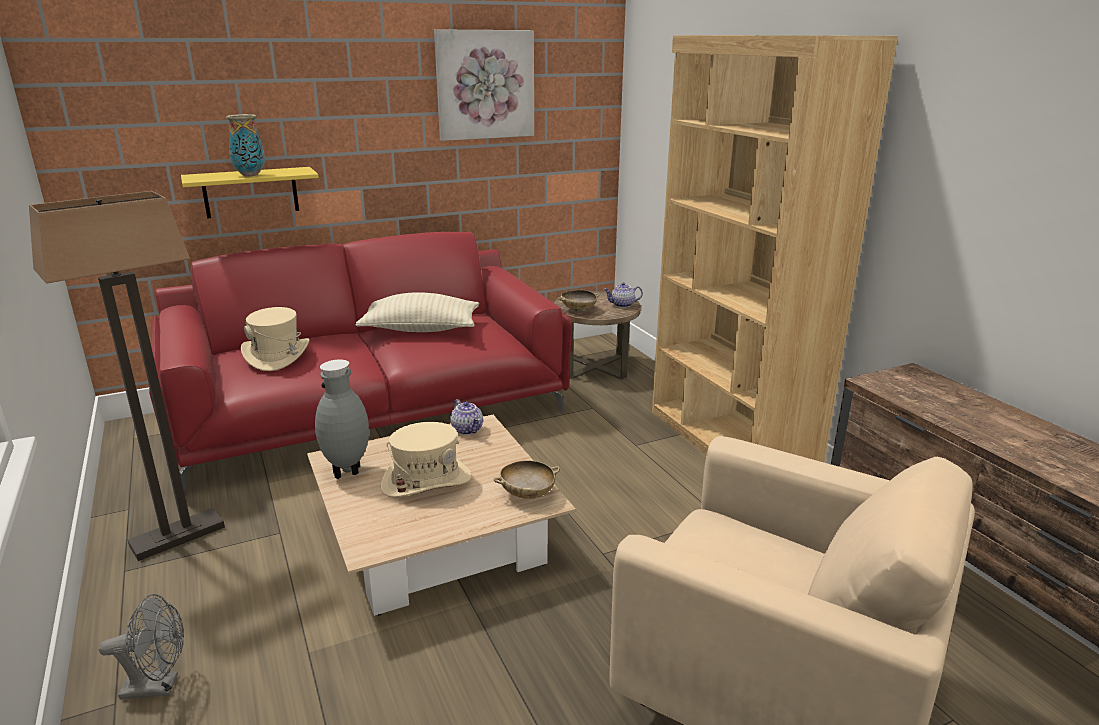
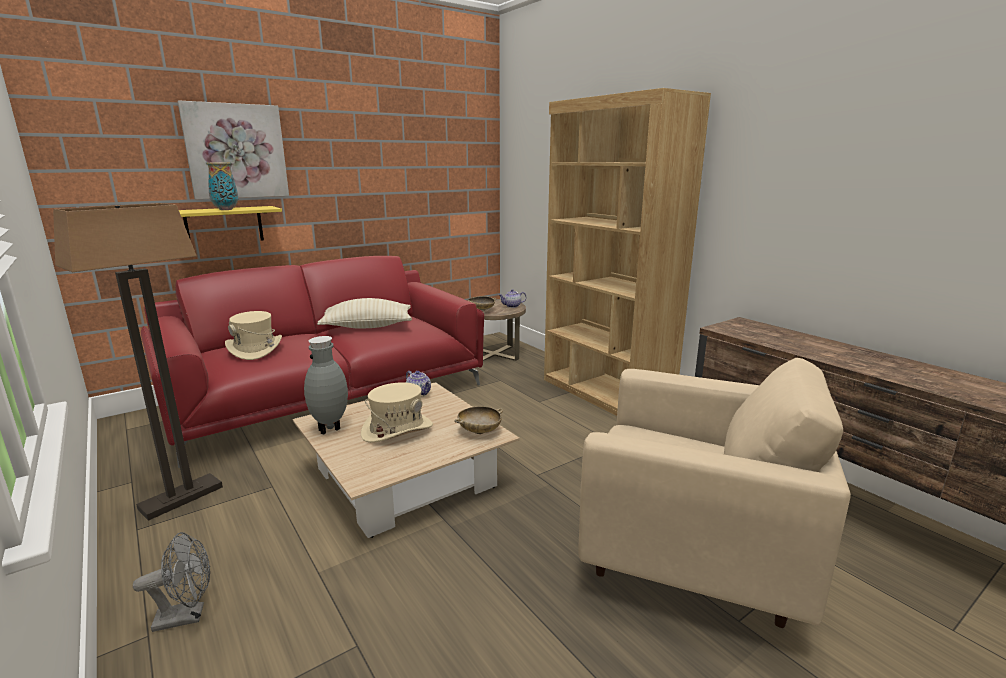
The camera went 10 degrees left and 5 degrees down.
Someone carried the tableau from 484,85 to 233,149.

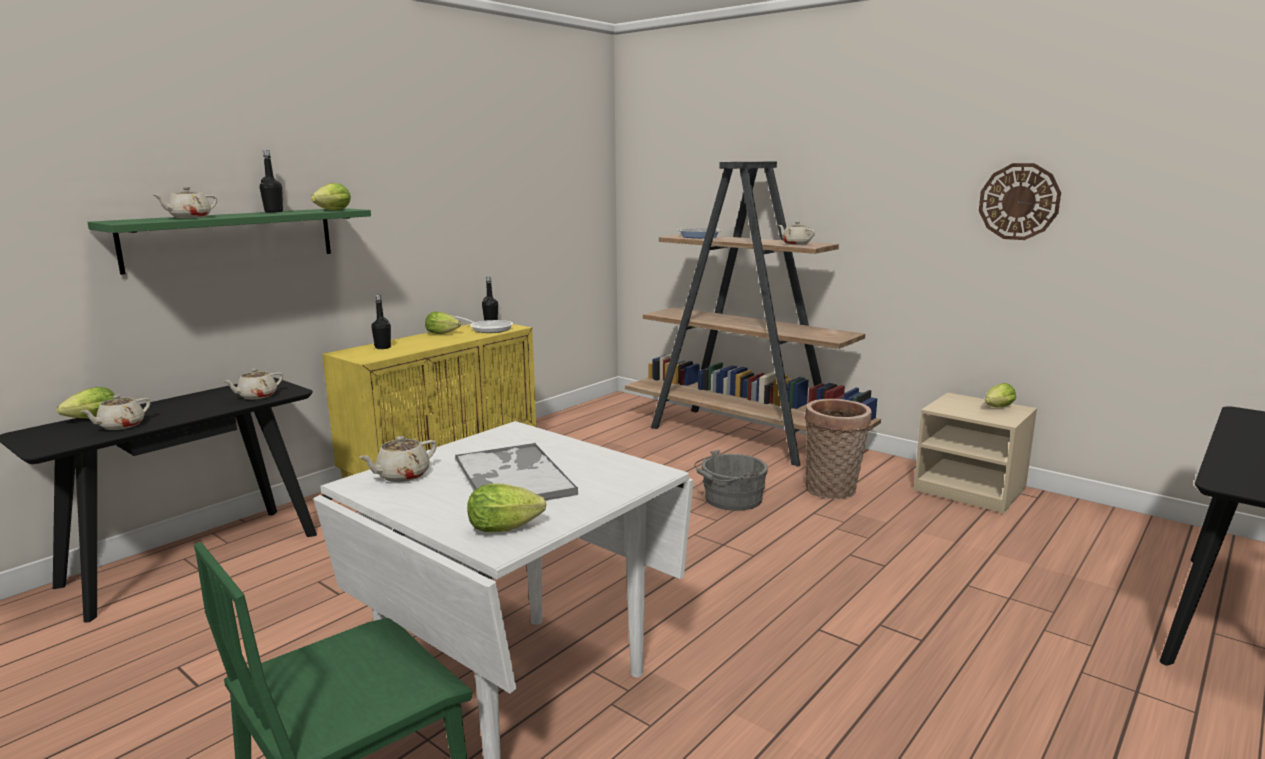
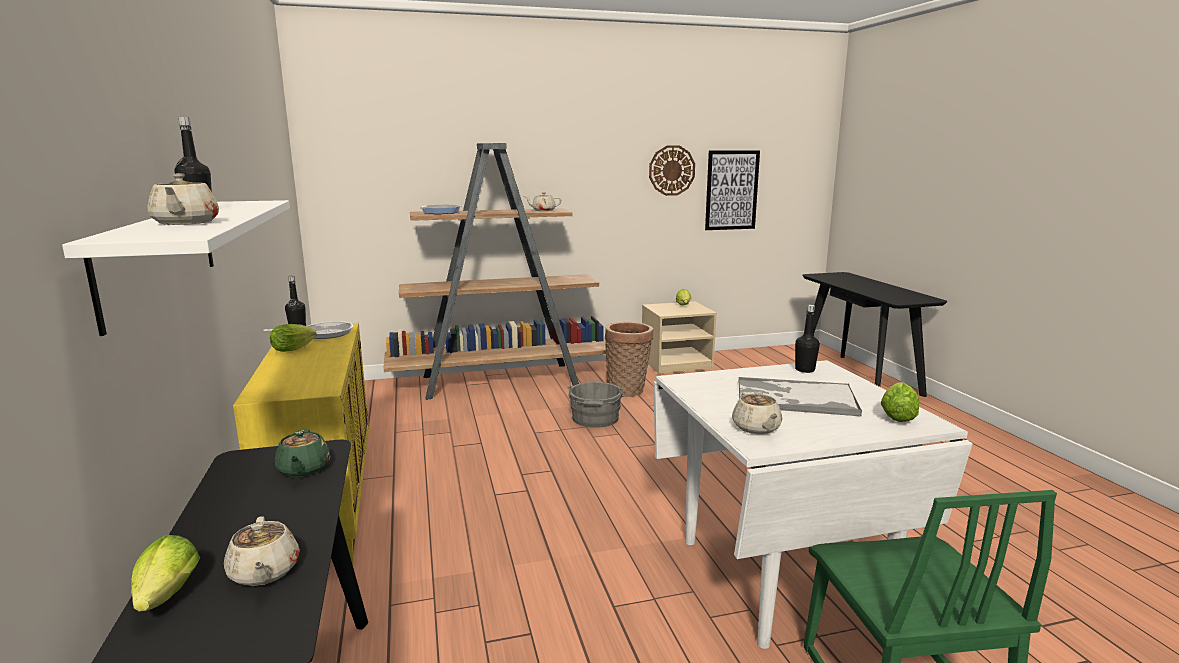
The camera went 55 degrees left and 0 degrees up.
Someone repainted the étagère [vert] at 229,241, which became the étagère [blanc] at 176,268.
Someone repainted the théière [beige] at 253,383, which became the théière [vert] at 302,453.
Someone took away the laitue at 331,196.
Someone carried the bouteille [noir] from 381,322 to 807,338.
Someone put up the tableau at 732,190.

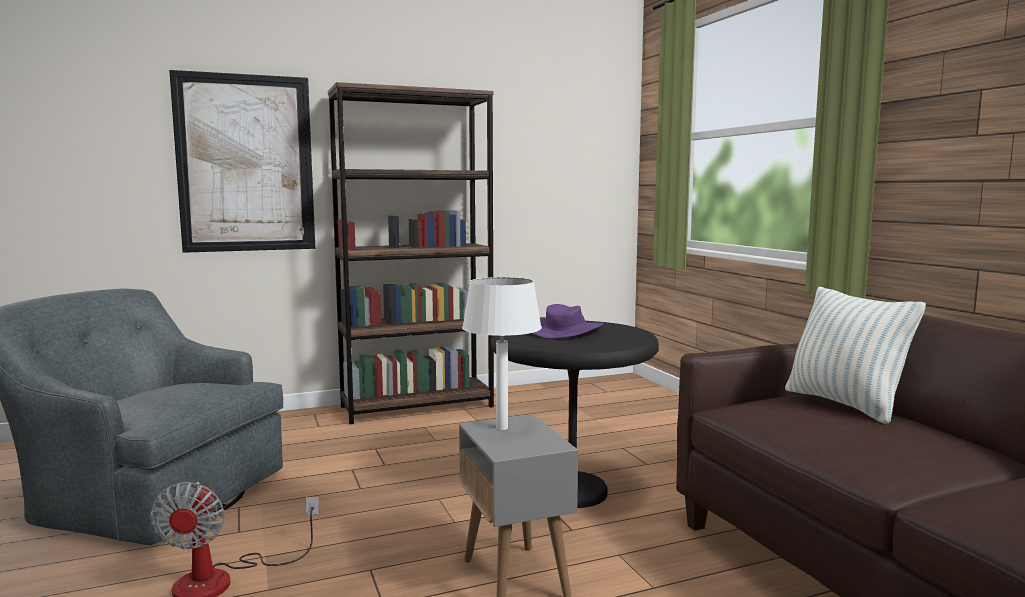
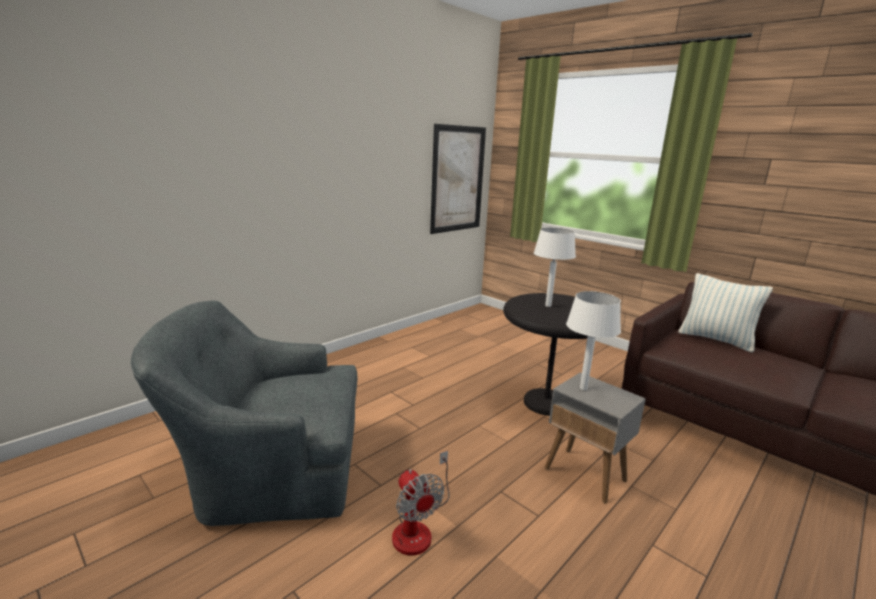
The camera went 25 degrees left and 10 degrees up.
Someone carried the tableau from 242,161 to 458,179.
Someone took away the bibliothèque [marron] at 411,253.
Someone swapped the chapeau [violet] at 568,321 for the lampe de table [blanc] at 555,267.

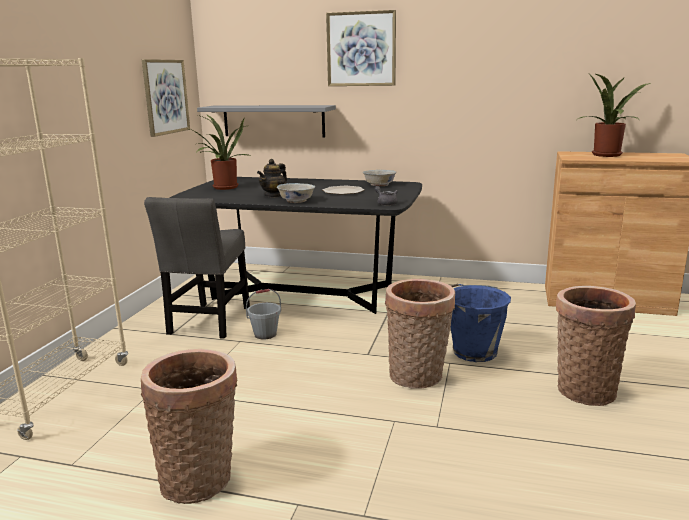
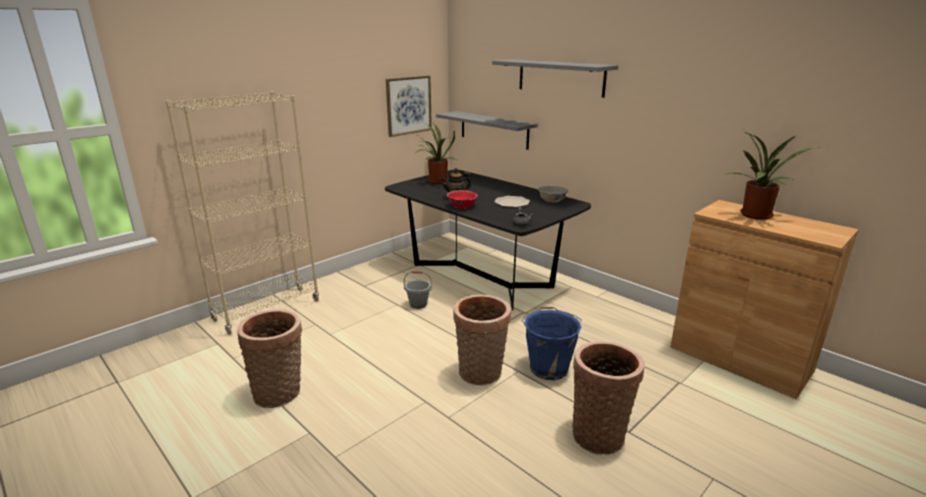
The camera went 30 degrees right and 5 degrees up.
Someone took away the chaise [gris] at 197,268.
Someone repainted the bol [blanc] at 296,193, which became the bol [rouge] at 462,199.
Someone swapped the tableau at 361,48 for the étagère [gris] at 555,78.

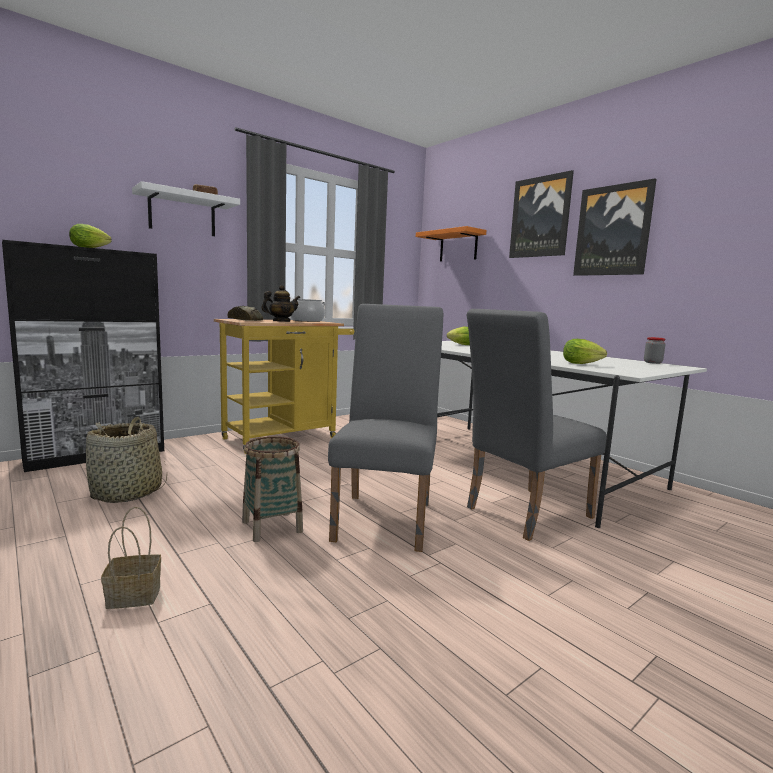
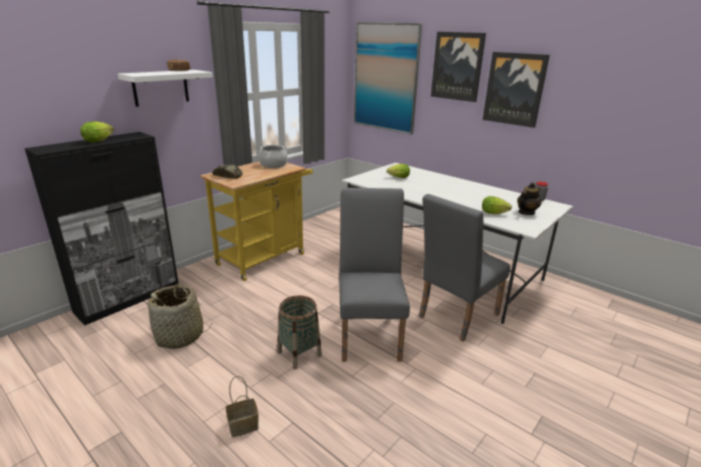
The camera went 10 degrees left and 15 degrees up.
Someone carried the théière from 280,303 to 529,198.
Someone swapped the étagère [orange] at 451,243 for the tableau at 388,78.

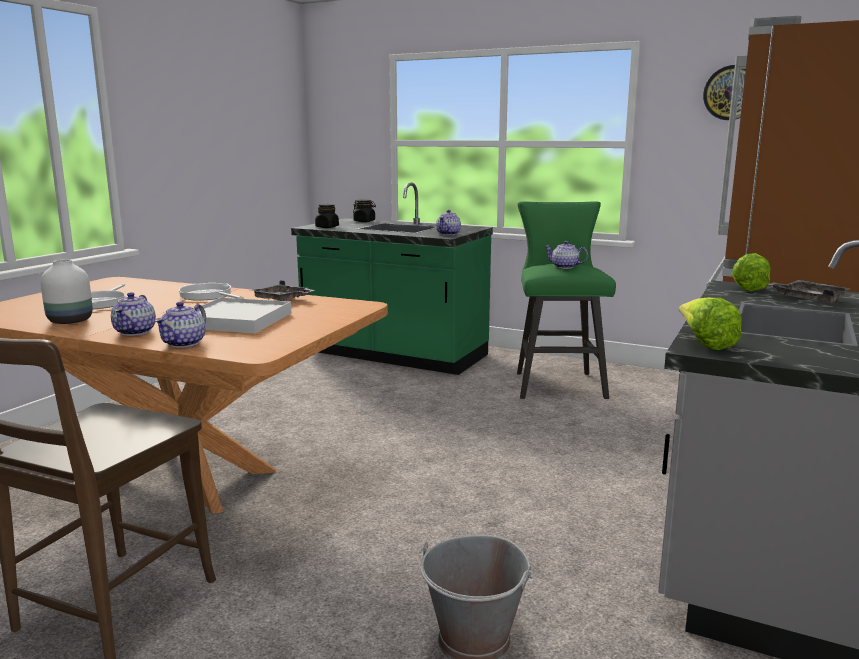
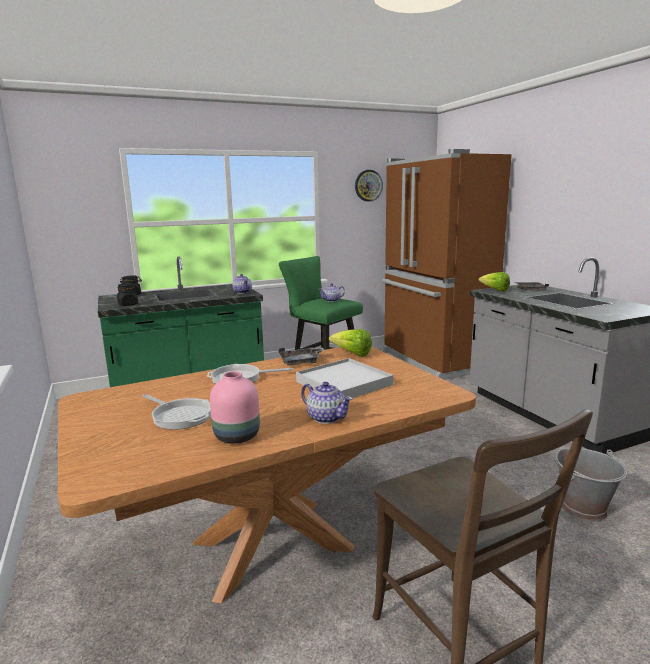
The camera went 50 degrees left and 0 degrees up.
Someone repainted the vase [blanc] at 67,291, which became the vase [rose] at 235,407.
Someone took away the théière at 180,325.
Someone carried the laitue from 710,323 to 350,343.

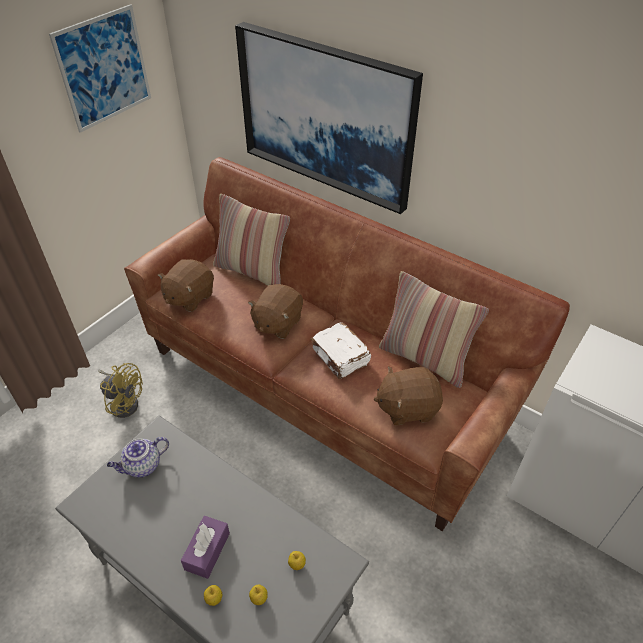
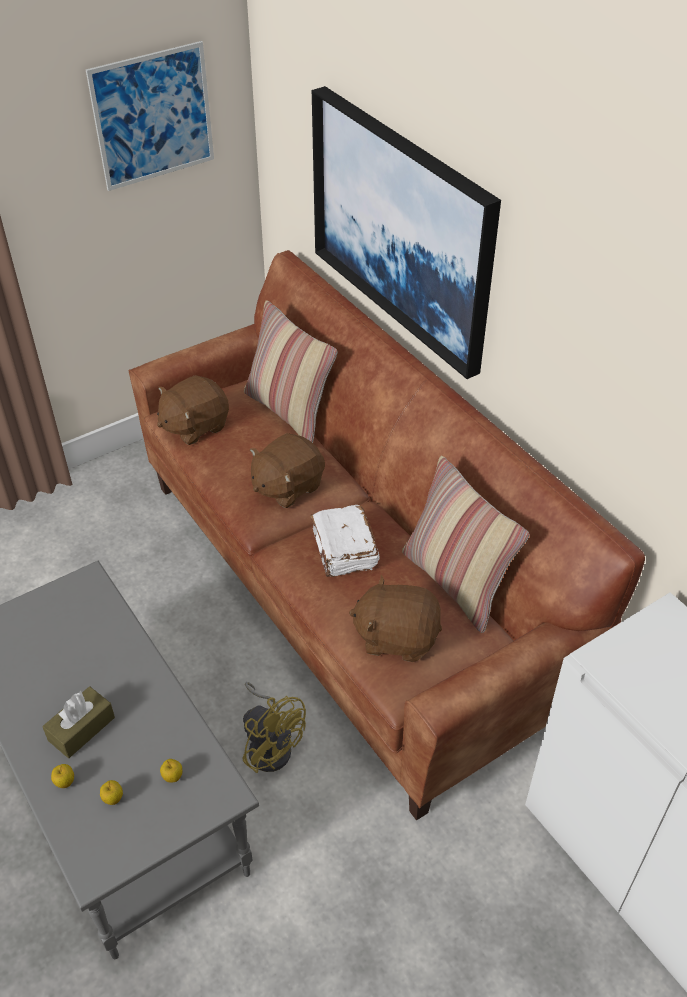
The camera went 20 degrees right and 0 degrees up.
Someone carried the ventilateur [jaune] from 120,390 to 274,727.
Someone took away the théière at 138,457.
Someone repainted the boîte à mouchoirs [violet] at 205,547, which became the boîte à mouchoirs [marron] at 79,722.

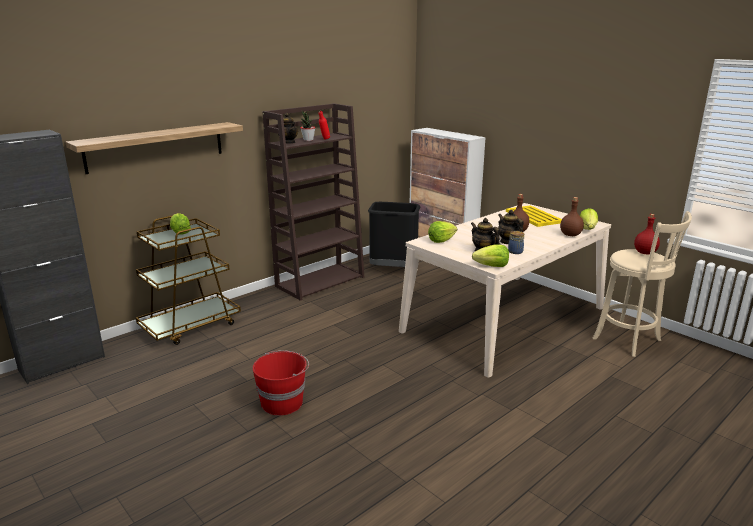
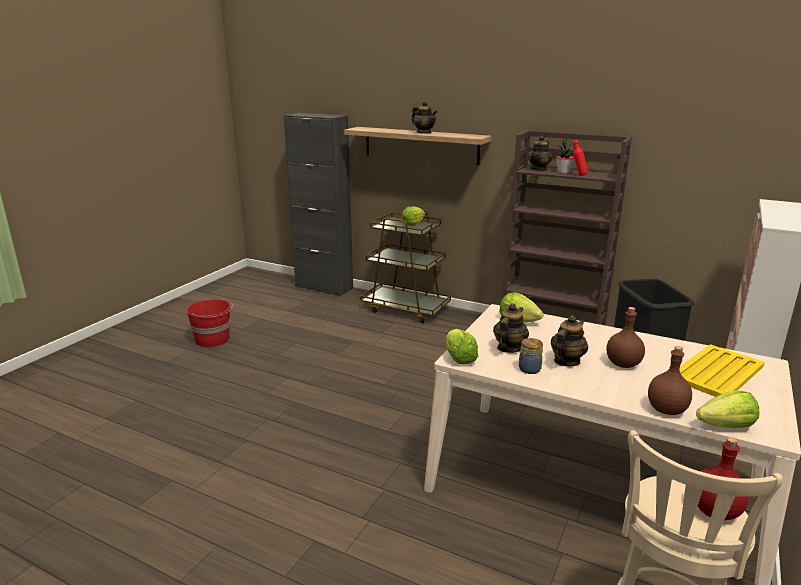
The camera went 70 degrees right and 0 degrees up.
Someone carried the seau [rouge] from 281,383 to 209,323.
Someone put down the théière at 424,117.

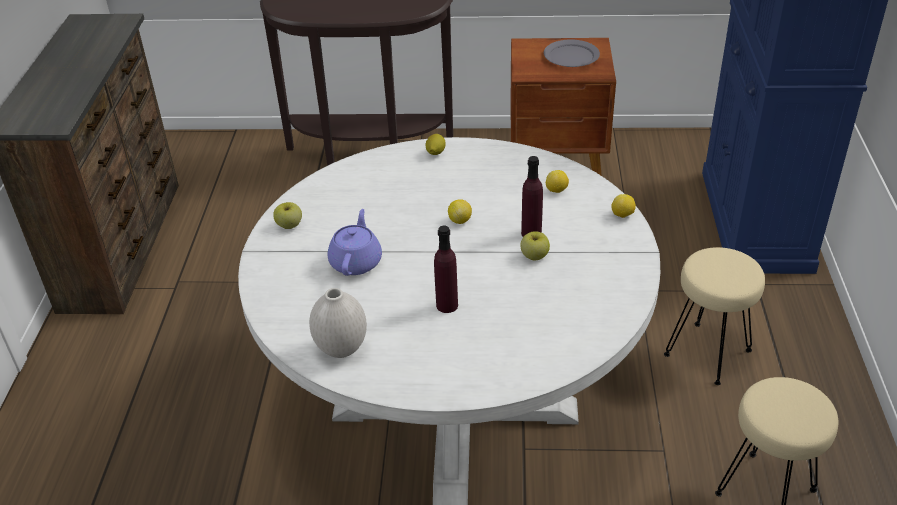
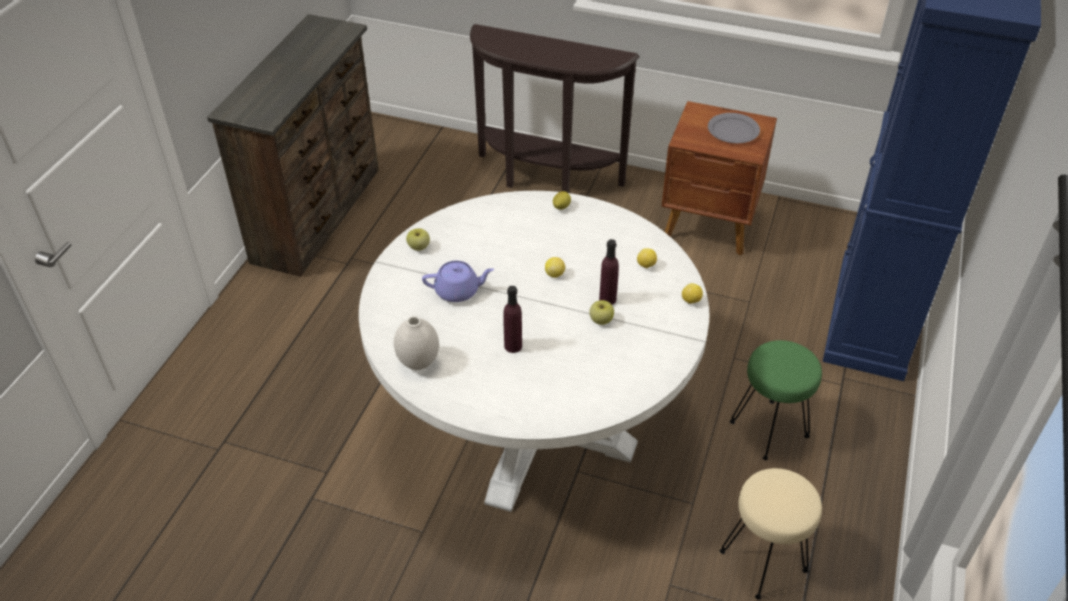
The camera went 15 degrees right and 5 degrees up.
Someone rotated the théière [violet] at 355,242 by 60 degrees clockwise.
Someone repainted the tabouret [beige] at 714,316, which became the tabouret [vert] at 776,400.

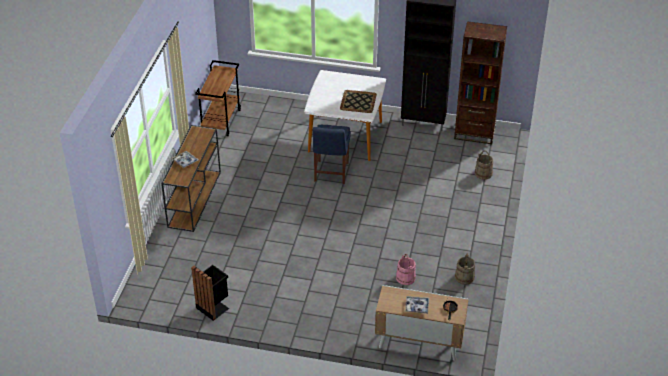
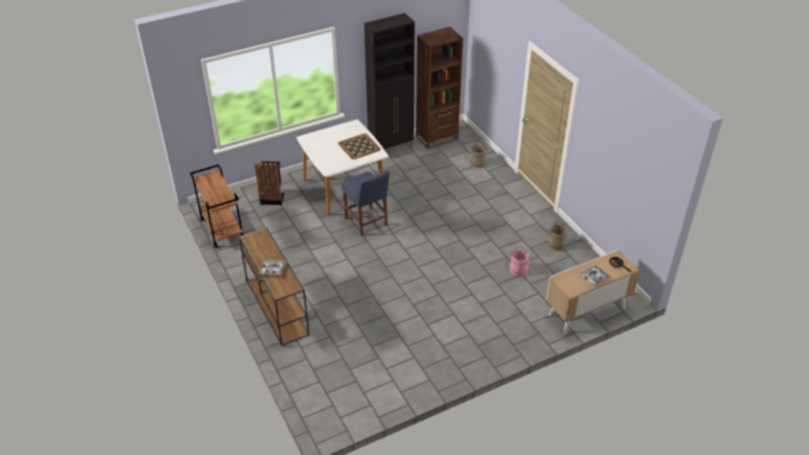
The camera went 40 degrees left and 0 degrees up.
Someone carried the poubelle [noir] from 210,293 to 269,183.

